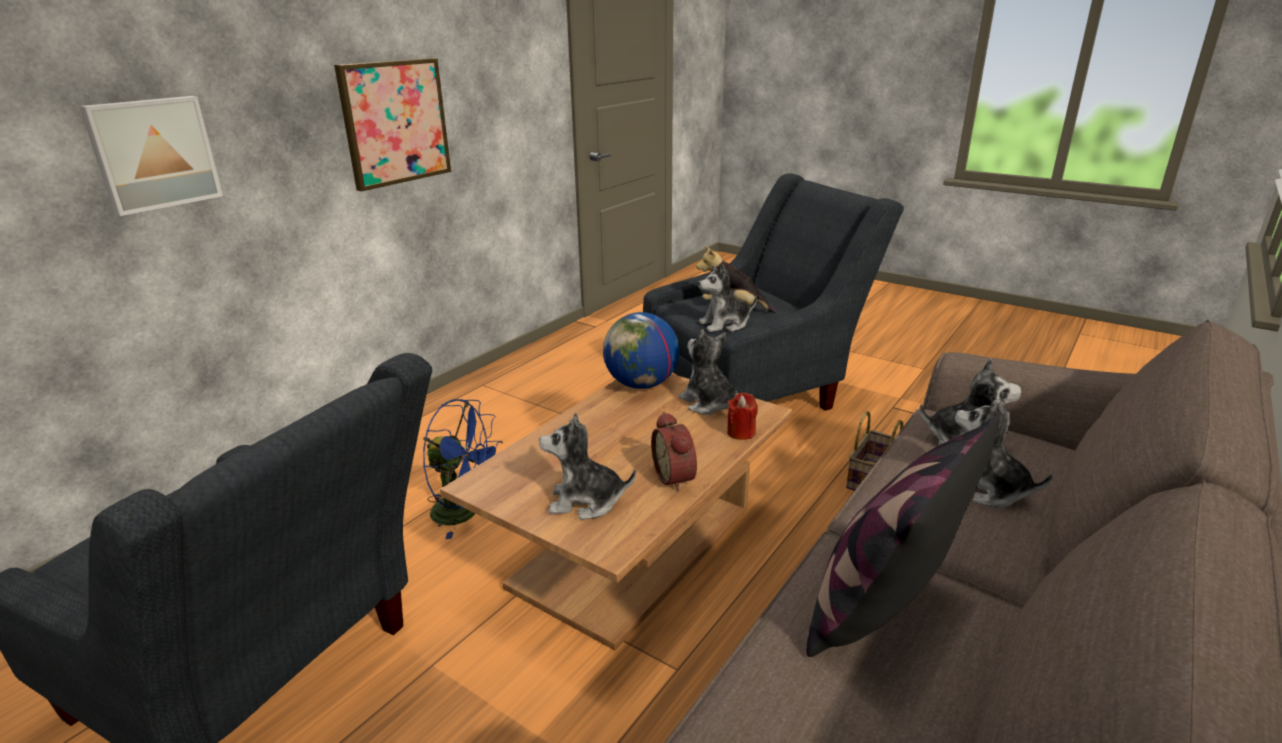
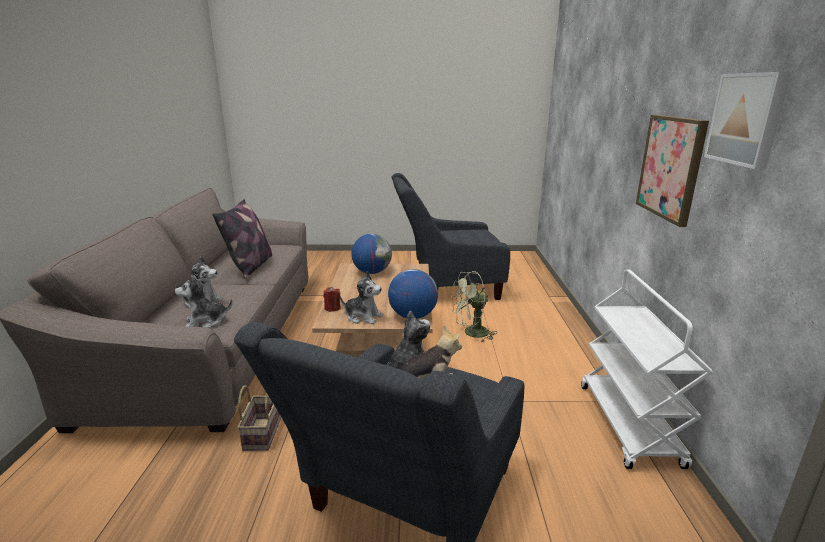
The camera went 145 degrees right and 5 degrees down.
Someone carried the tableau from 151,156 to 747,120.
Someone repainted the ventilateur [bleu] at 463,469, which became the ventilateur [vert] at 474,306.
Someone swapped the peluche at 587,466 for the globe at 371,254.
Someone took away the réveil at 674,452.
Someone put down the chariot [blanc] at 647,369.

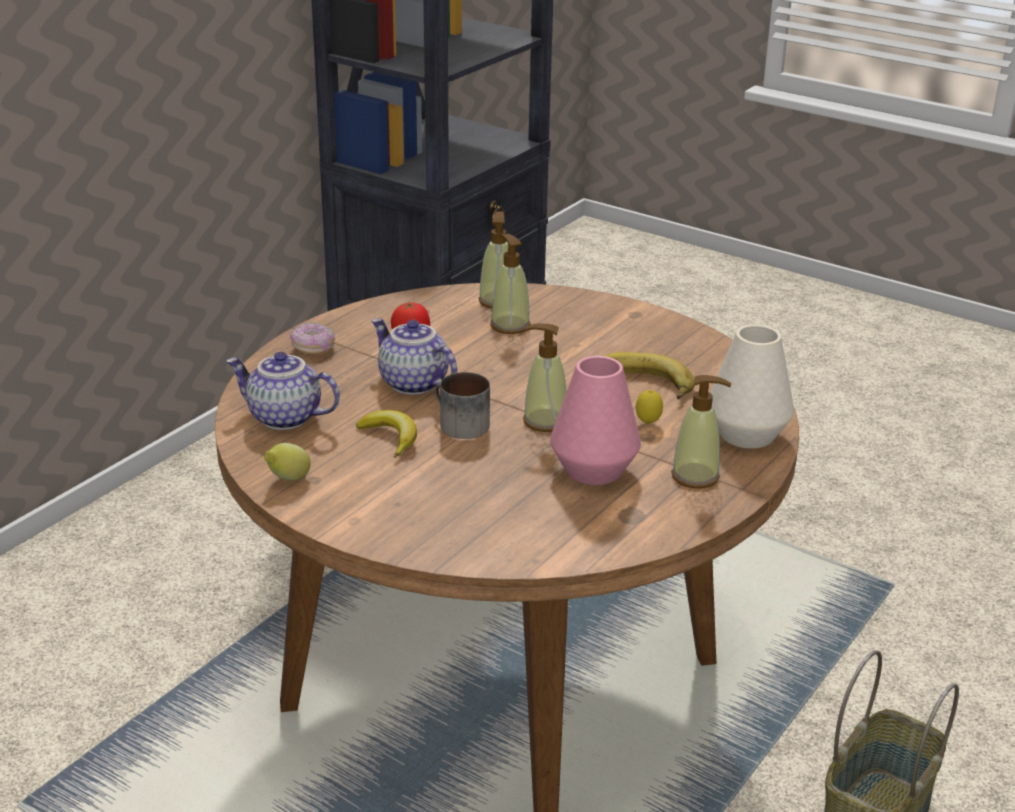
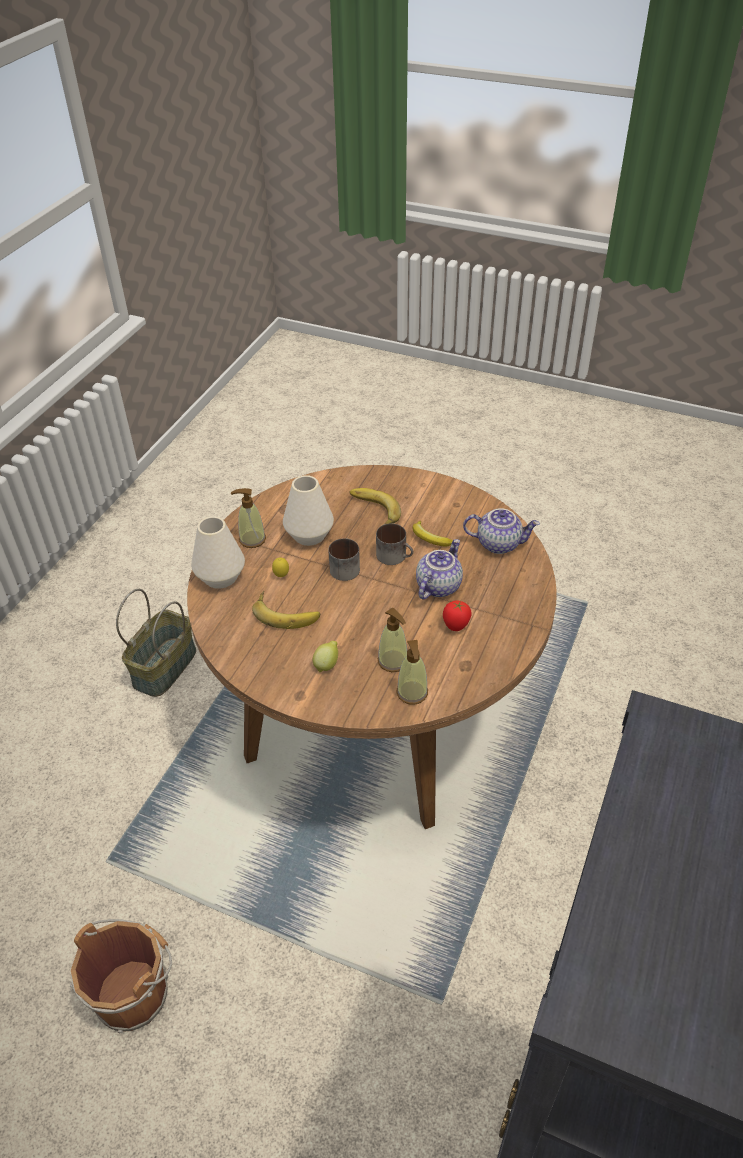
The camera went 170 degrees right and 15 degrees up.
Someone carried the citron from 287,462 to 325,657.
Someone took away the beignet at 312,338.
Someone rotated the théière at 414,356 by 90 degrees counterclockwise.
Someone swapped the distributeur de savon at 545,378 for the mug at 344,559.
Someone repainted the vase [rose] at 595,420, which became the vase [blanc] at 308,510.
Someone put down the seau [marron] at 121,976.
Someone put down the banane at 375,506.

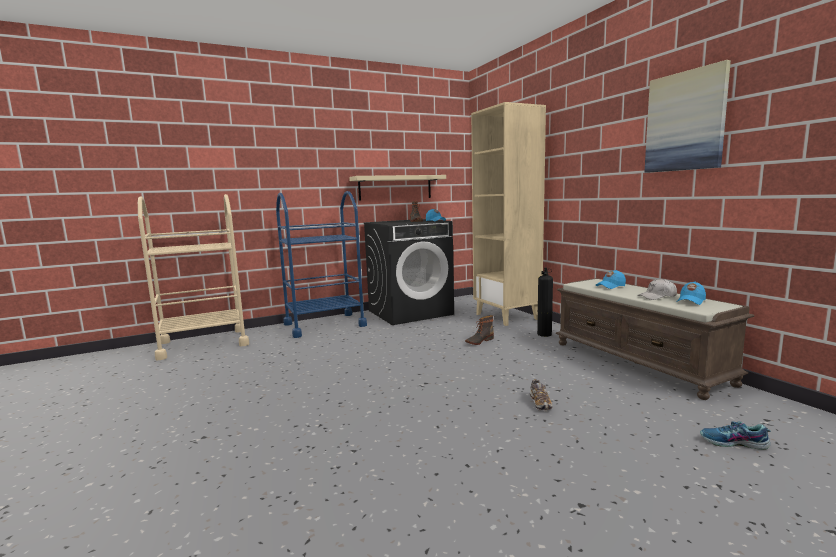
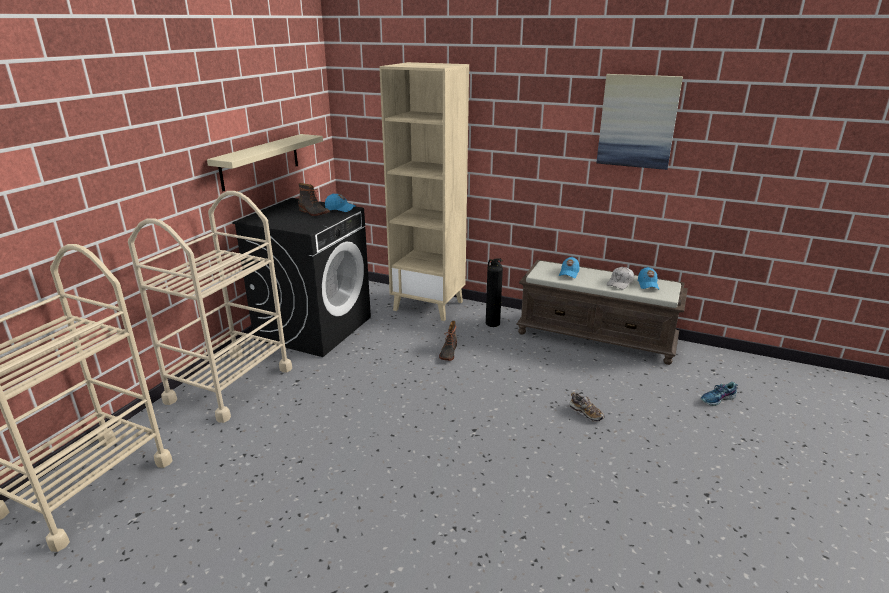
The camera went 40 degrees left and 15 degrees up.
Someone repainted the chariot [bleu] at 321,264, which became the chariot [beige] at 210,307.

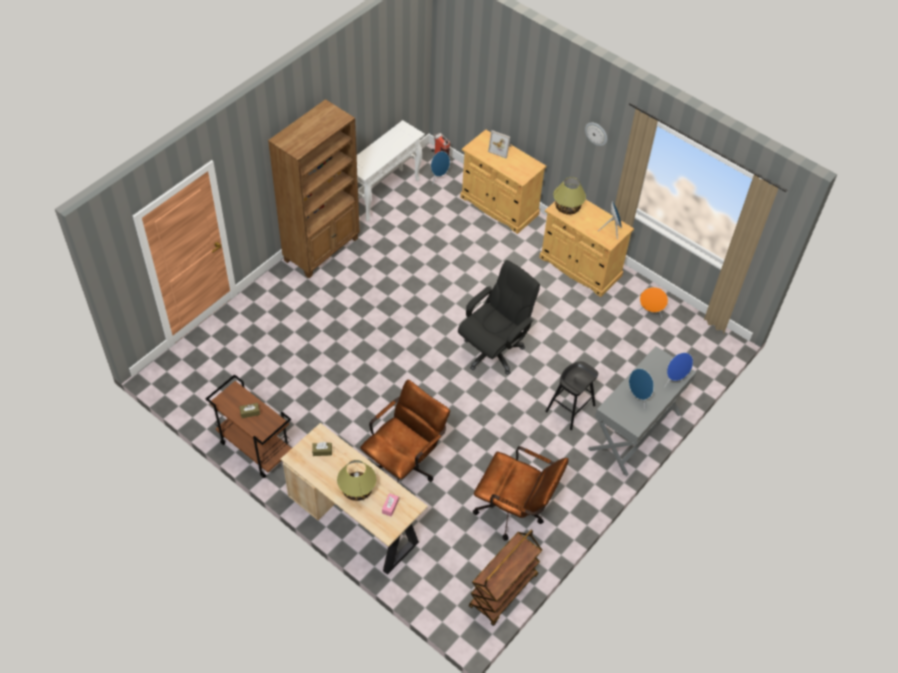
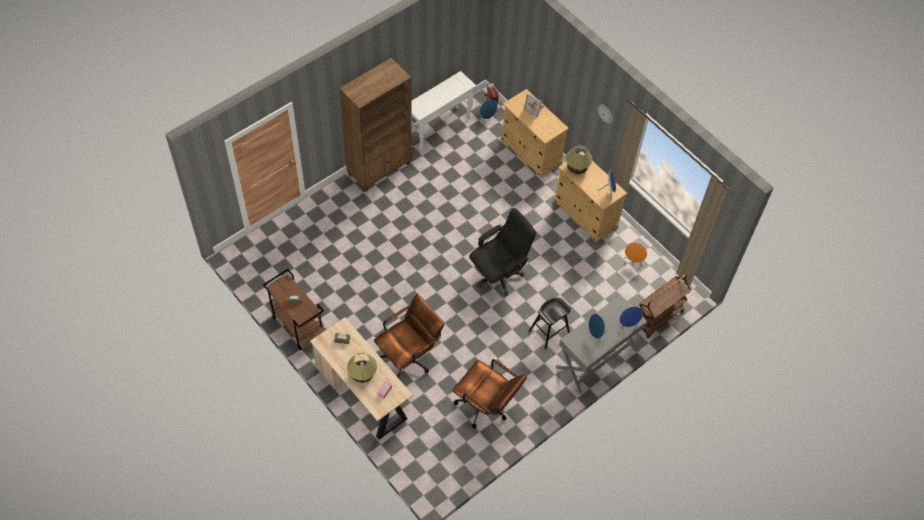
The camera went 10 degrees right and 5 degrees up.
Someone carried the chariot [marron] from 505,578 to 665,306.

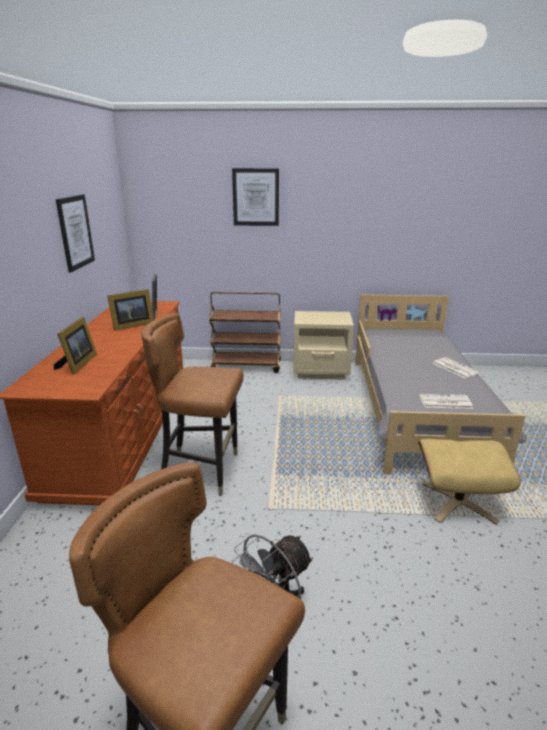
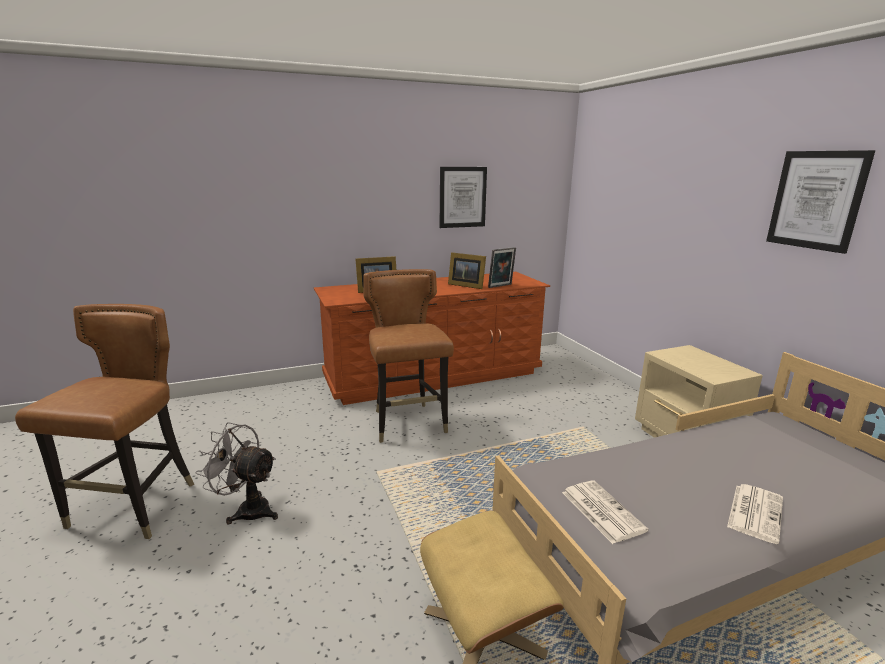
The camera went 65 degrees right and 5 degrees down.
Someone took away the chariot [marron] at 245,332.
Someone carried the tableau from 255,197 to 820,202.

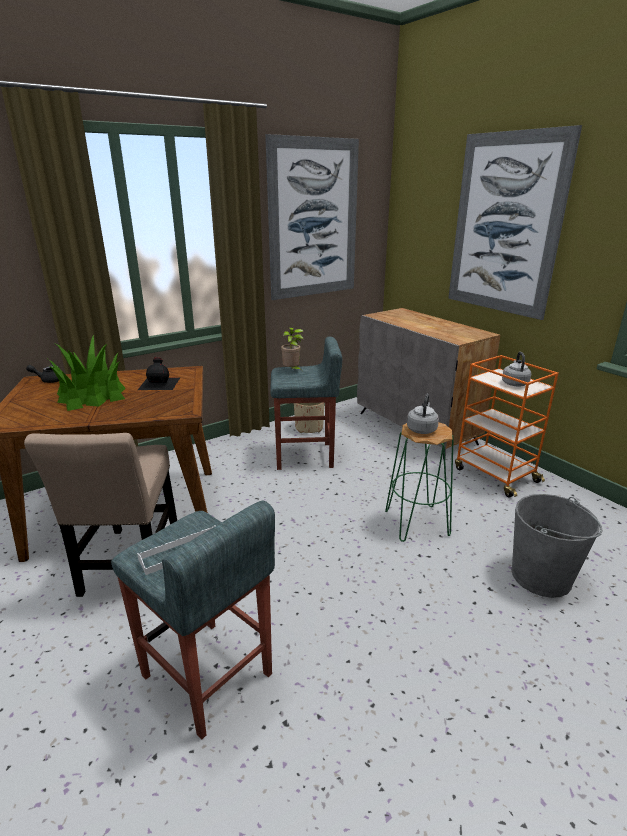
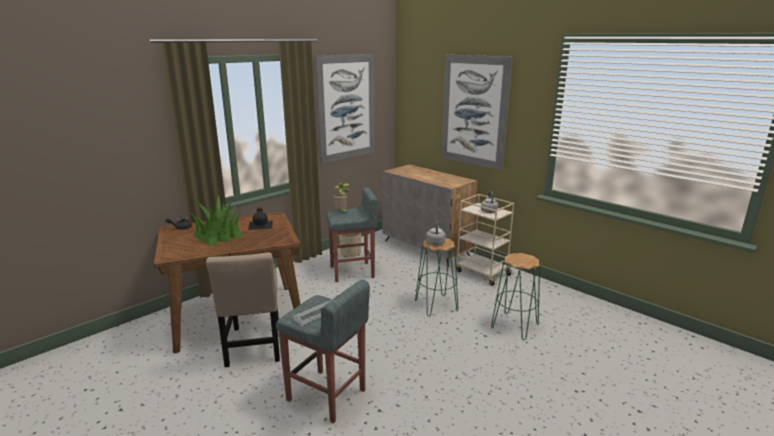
The camera went 10 degrees left and 5 degrees down.
Someone repainted the chariot [orange] at 507,426, which became the chariot [beige] at 485,240.
Someone swapped the seau [gris] at 557,546 for the tabouret [vert] at 515,296.

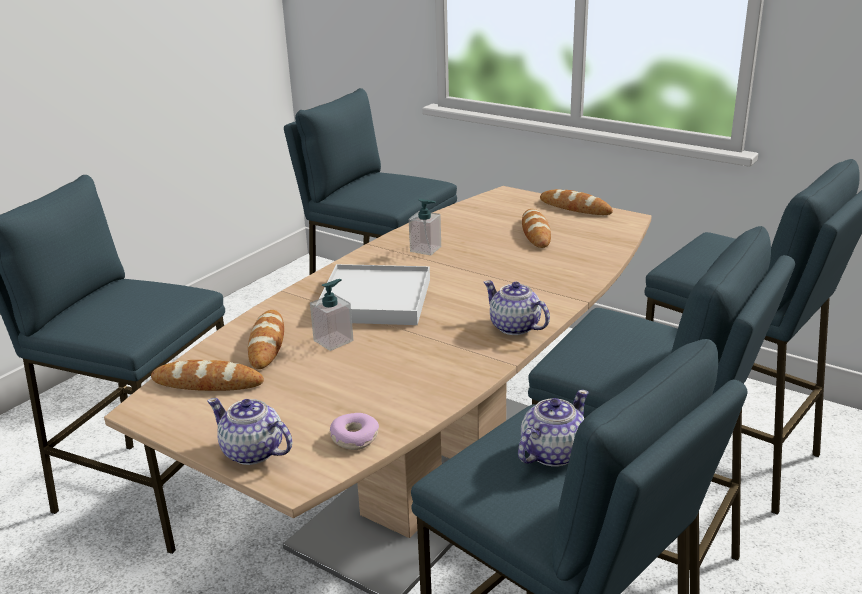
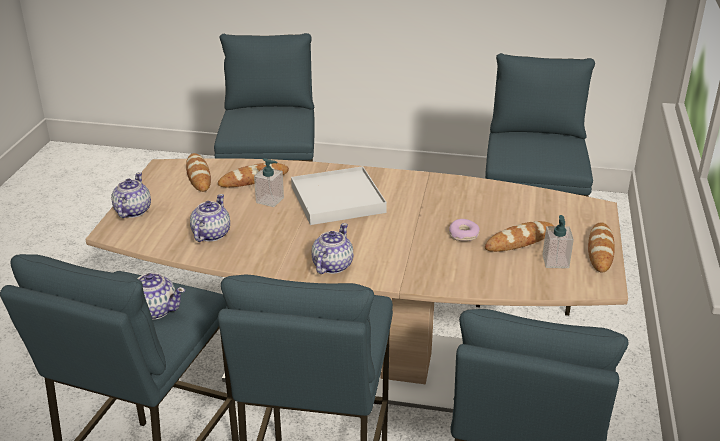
The camera went 65 degrees right and 5 degrees up.
Someone carried the beignet from 354,431 to 464,230.
Someone carried the distributeur de savon from 425,227 to 558,241.
Someone put down the théière at 210,218.

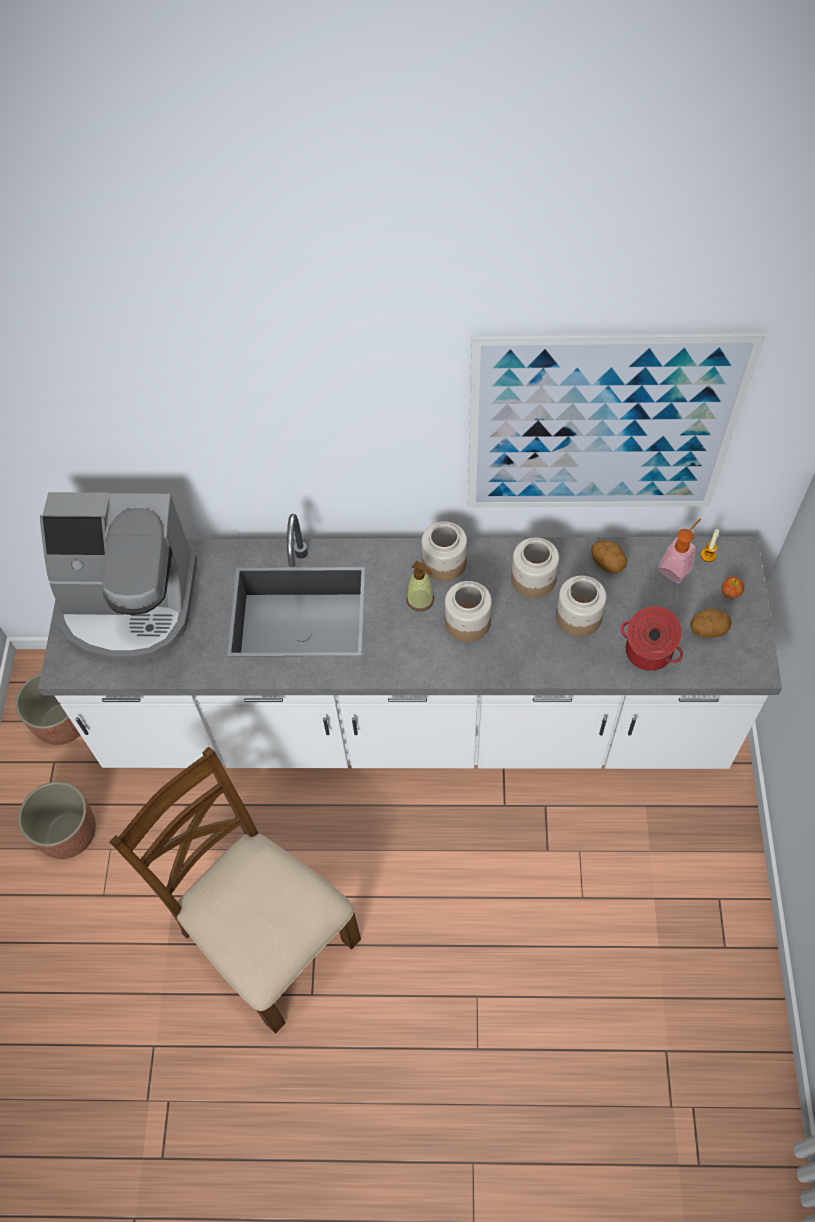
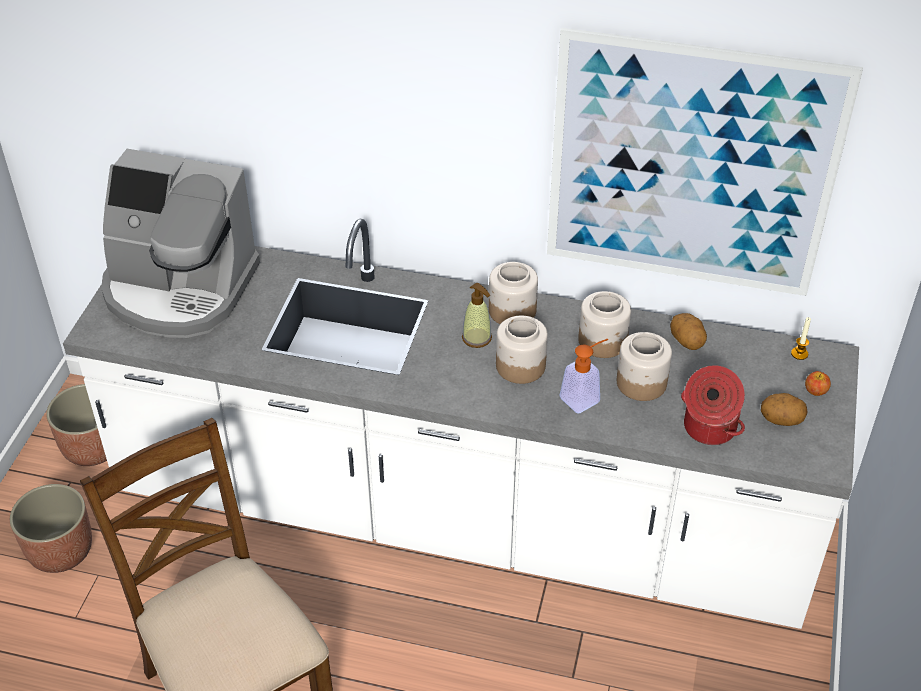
The camera went 10 degrees right and 15 degrees down.
Someone carried the distributeur de savon from 679,551 to 583,376.

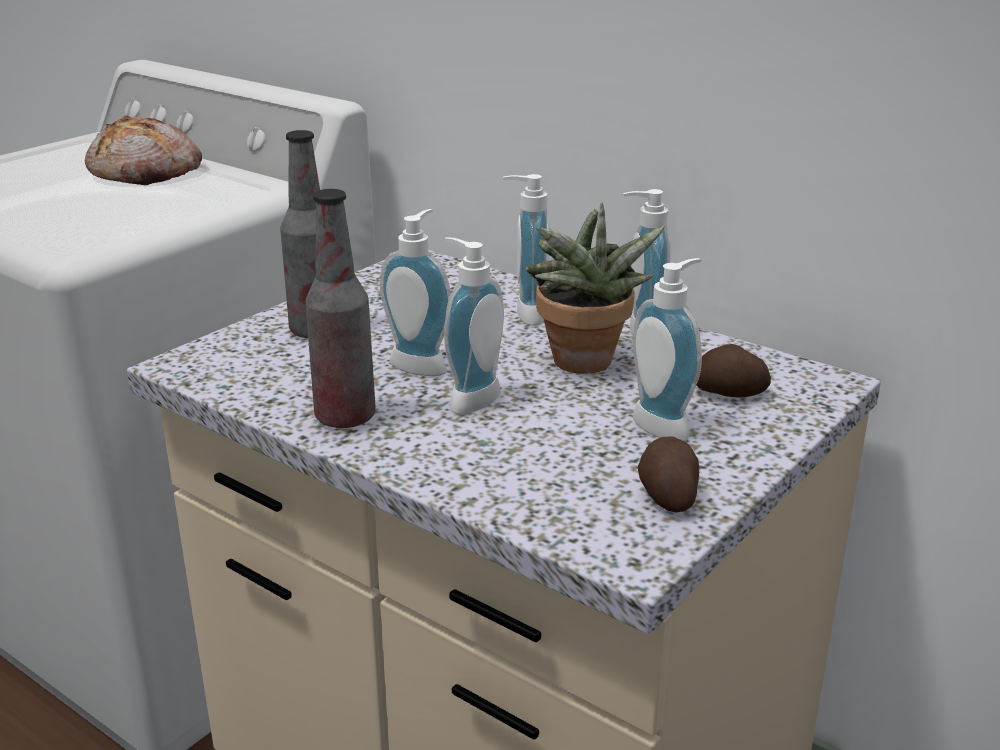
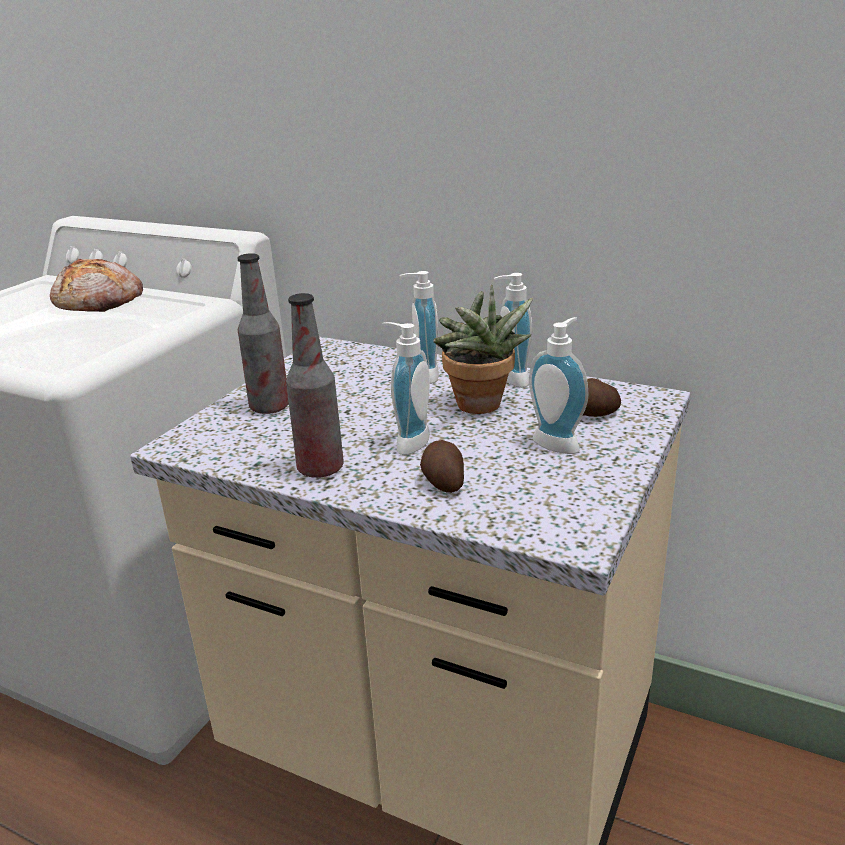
The camera went 10 degrees left and 0 degrees up.
Someone took away the distributeur de savon at 415,292.
Someone carried the pomme de terre from 668,474 to 442,466.

